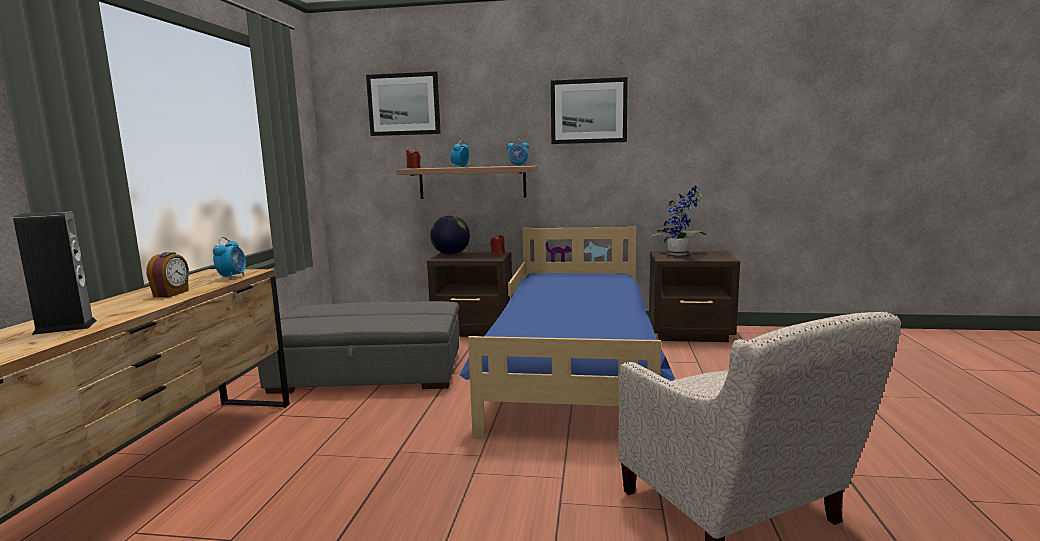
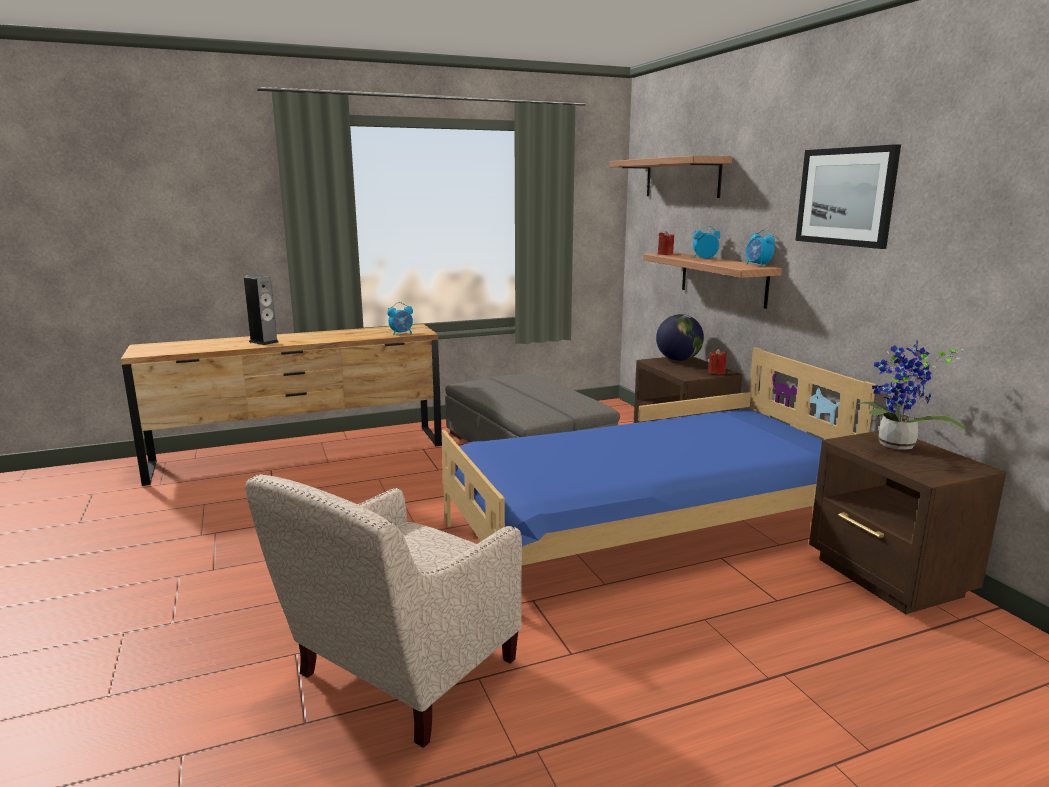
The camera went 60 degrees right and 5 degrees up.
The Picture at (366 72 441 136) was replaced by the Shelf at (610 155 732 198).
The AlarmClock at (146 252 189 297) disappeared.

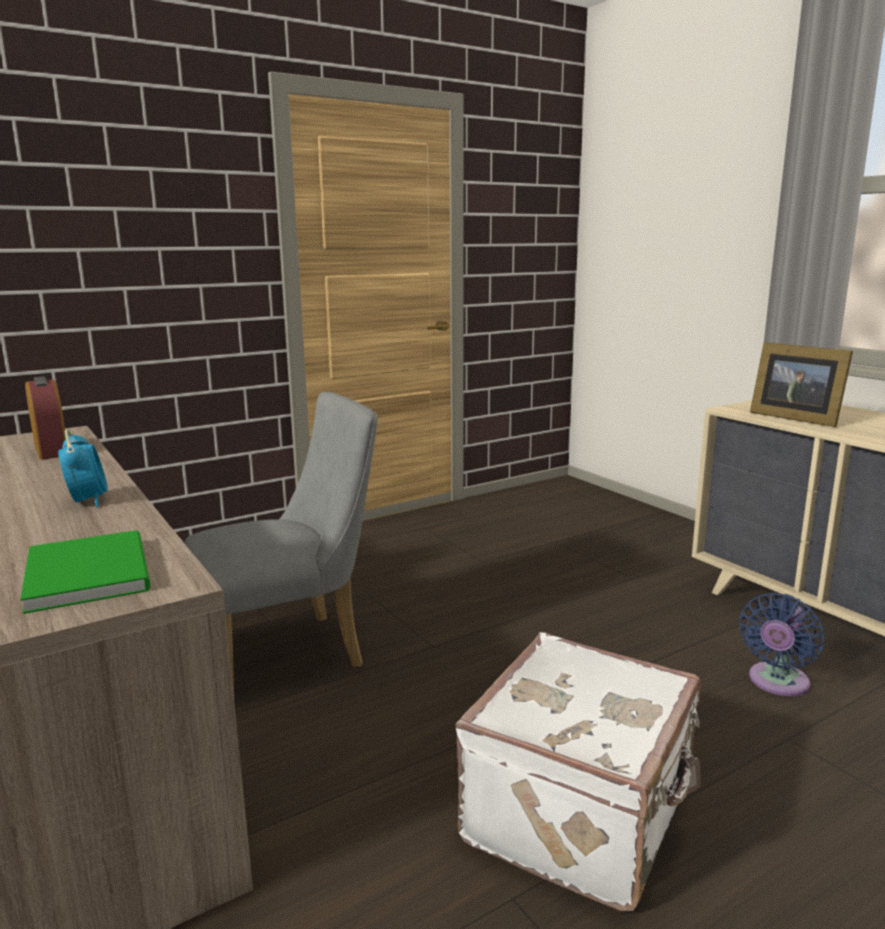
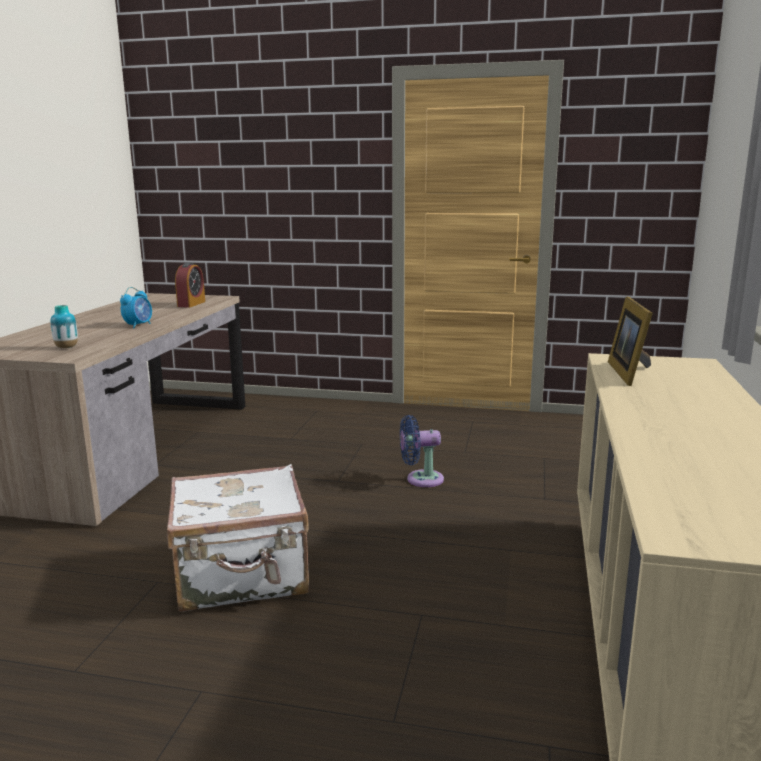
The camera went 45 degrees right and 0 degrees up.
The GreenBook at (20 530 150 614) was replaced by the Vase at (51 305 78 348).
The BlueFan moved from (739 593 824 696) to (400 415 444 487).
The GreyChair at (185 392 378 694) disappeared.

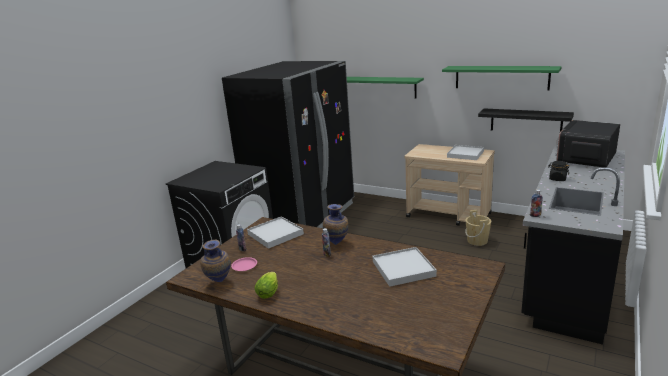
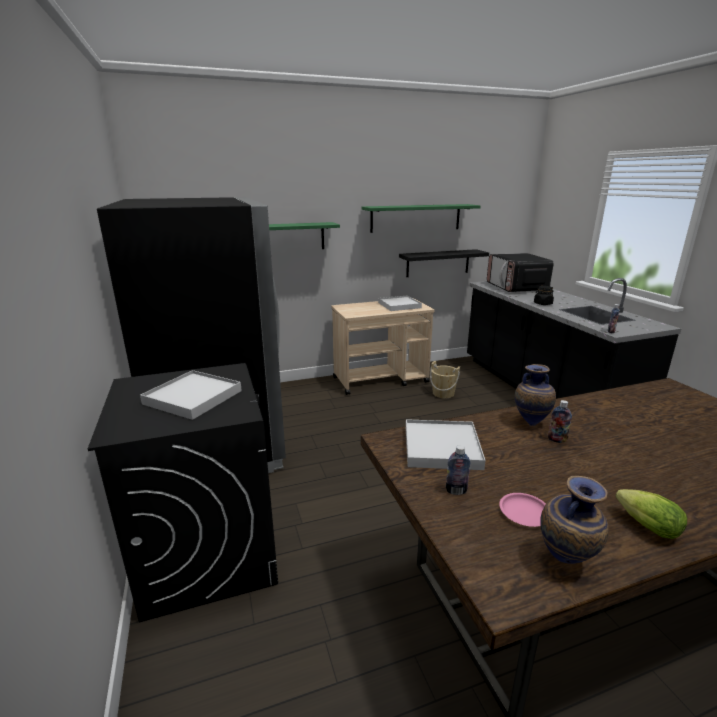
The camera went 50 degrees left and 0 degrees up.
The WhiteTray moved from (373 247 437 287) to (140 370 242 420).

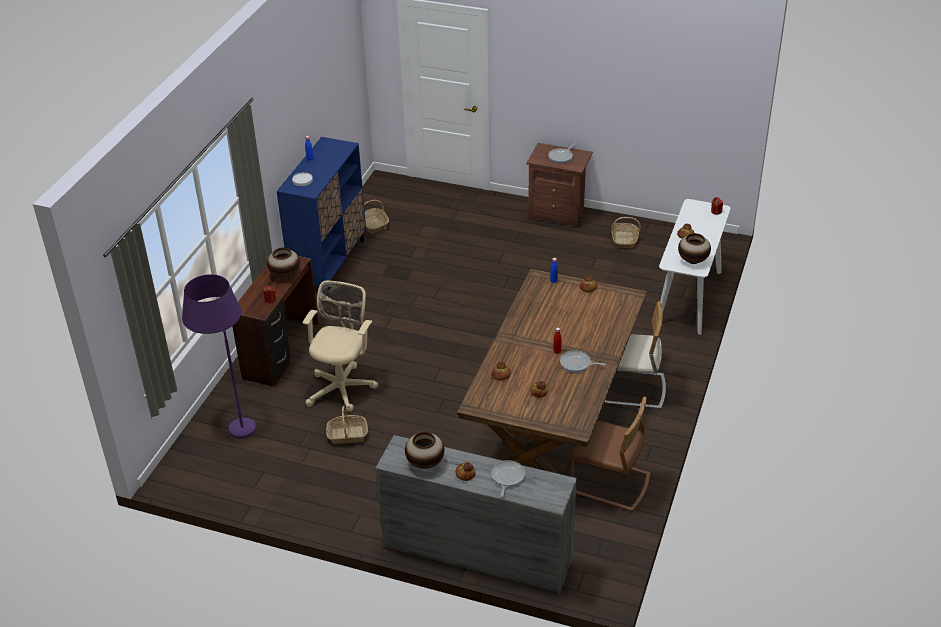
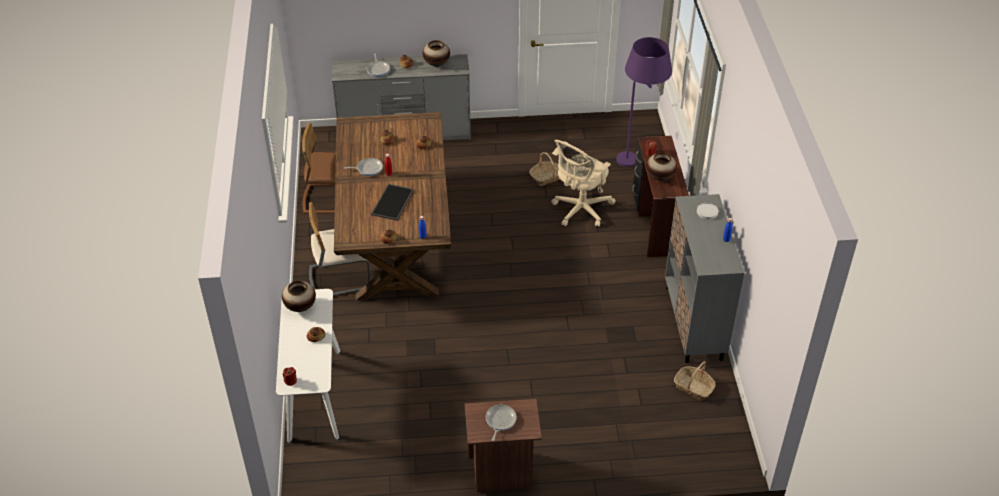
The camera went 155 degrees right and 5 degrees up.
The Tray at (371 184 414 221) appeared.
The BeigeOfficeChair at (302 281 378 412) turned 45 degrees clockwise.
The BlueCabinet at (277 137 366 286) became the GreyCabinet at (665 194 744 363).
The Basket at (611 217 641 248) disappeared.

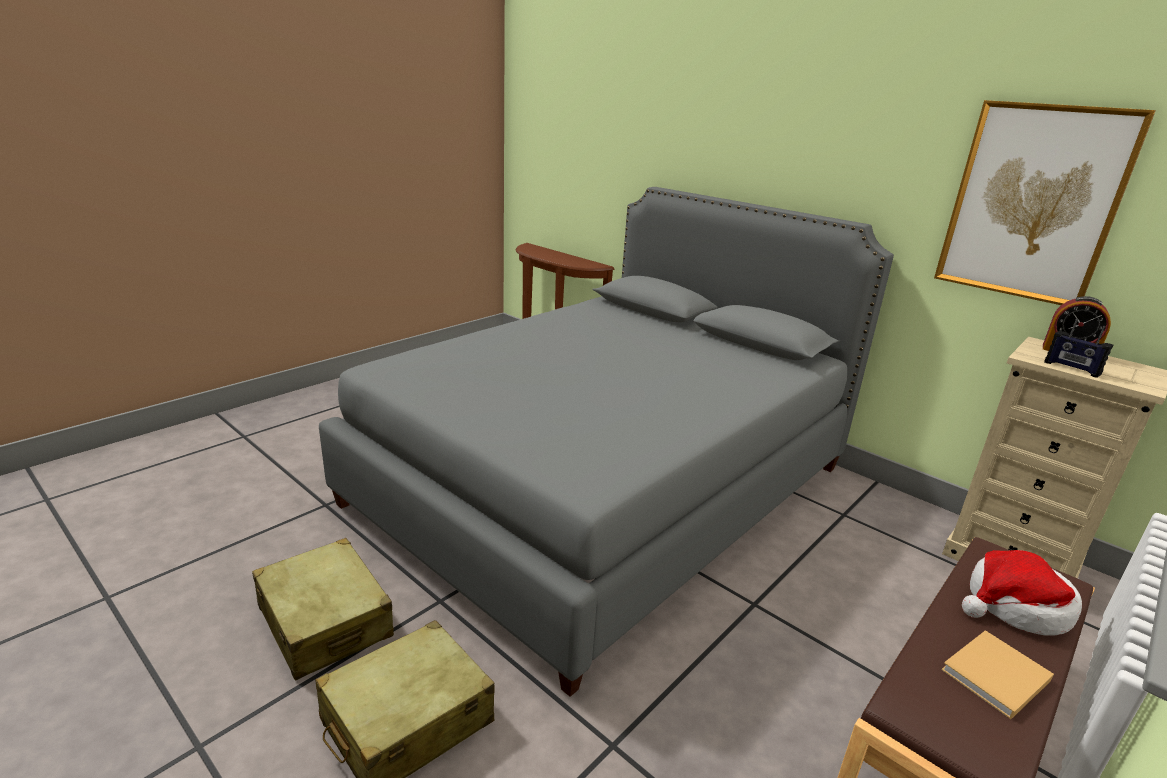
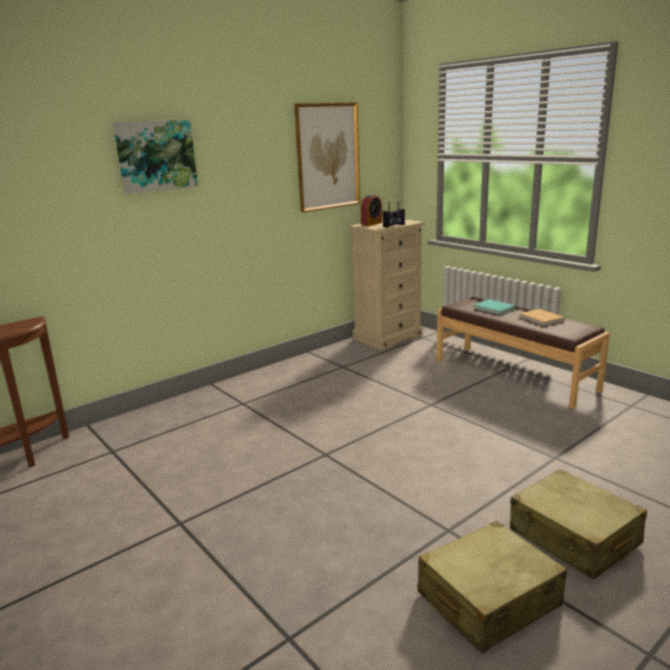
The camera went 80 degrees left and 5 degrees down.
The Picture at (113 120 198 194) appeared.
The Hat at (962 550 1082 636) was replaced by the TurquoiseBook at (473 299 515 315).
The GreyBed at (319 187 894 697) disappeared.

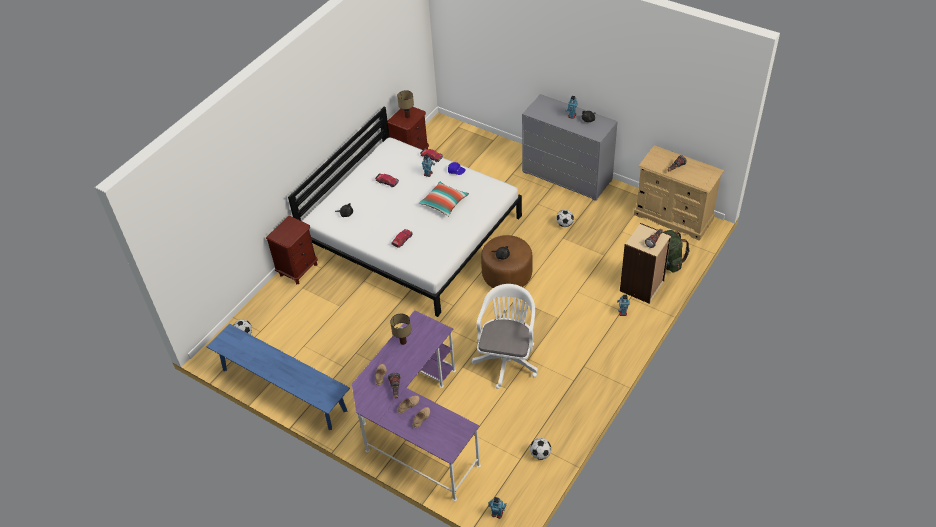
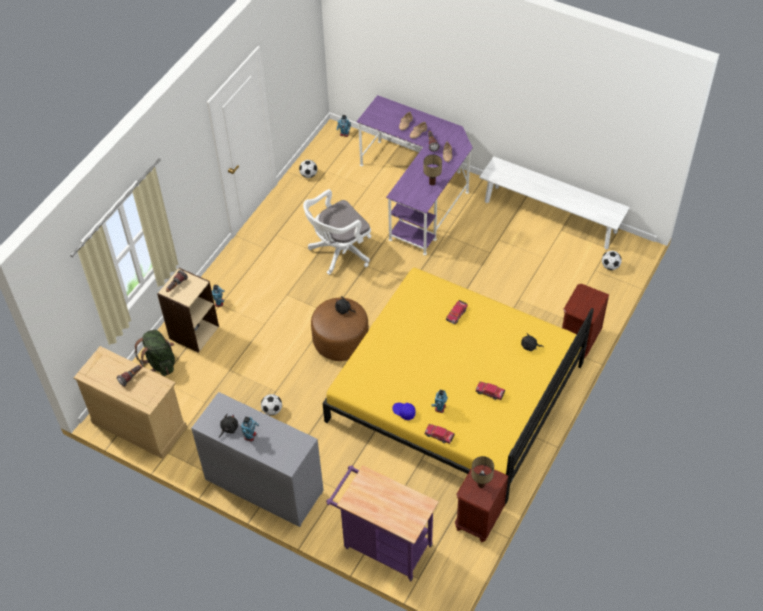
The camera went 175 degrees right and 5 degrees up.
The WhiteOfficeChair at (472 284 538 389) turned 45 degrees clockwise.
The WhiteBed at (288 107 522 317) became the YellowBed at (323 268 594 507).
The PurpleCart at (326 465 439 581) appeared.
The BlueBench at (206 324 350 430) became the WhiteBench at (479 156 630 249).
The Pillow at (419 182 469 216) disappeared.

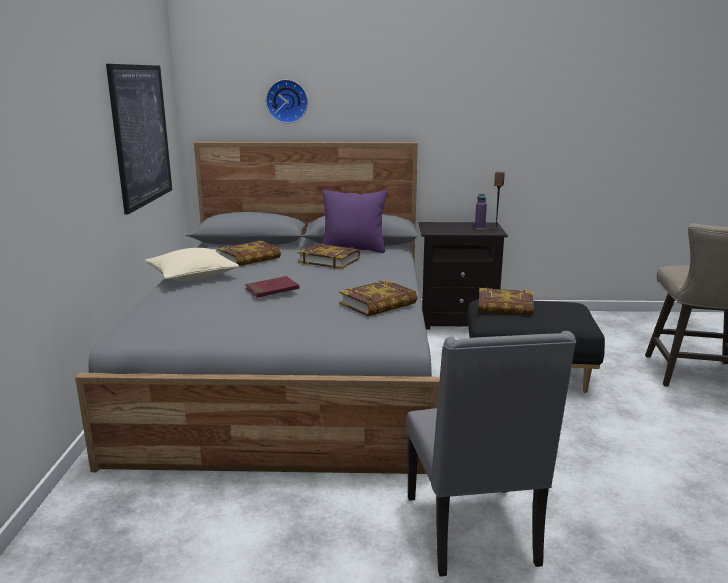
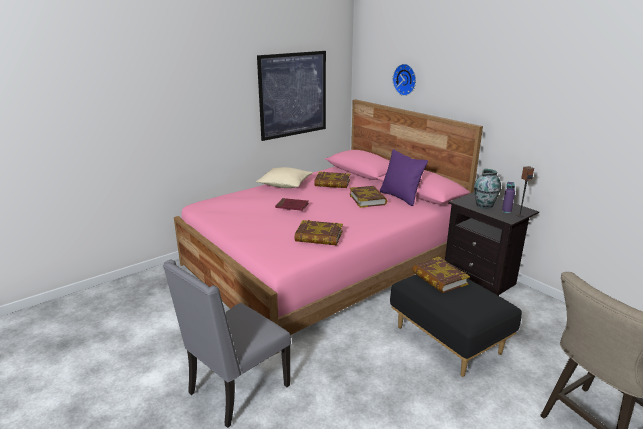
The camera went 50 degrees right and 5 degrees up.
The GreyBed at (75 142 439 474) became the PinkBed at (174 99 483 355).
The Vase at (474 169 501 209) appeared.

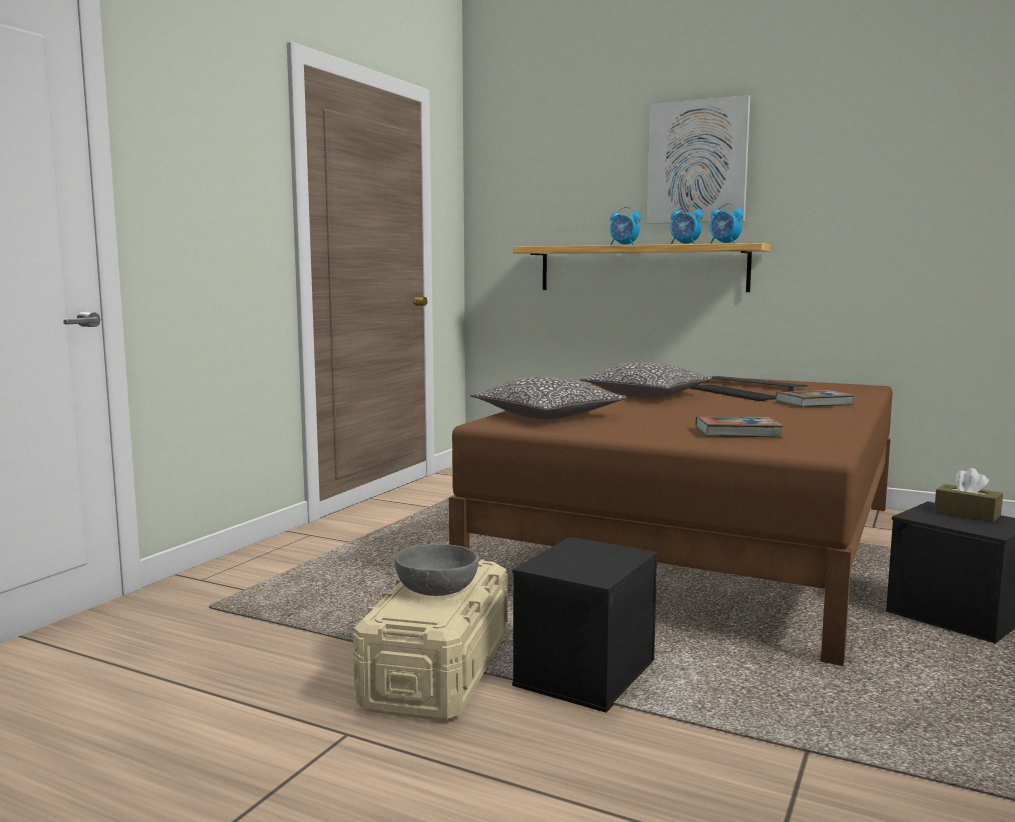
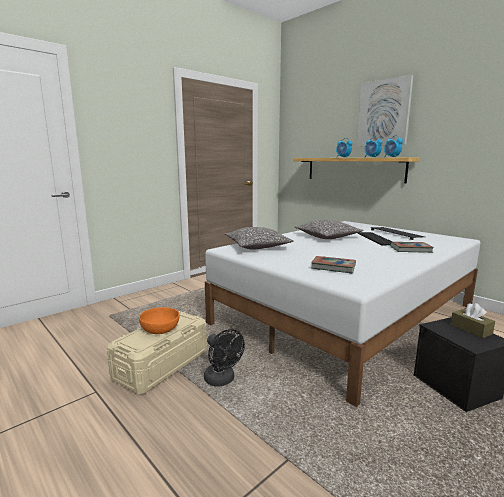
The camera went 20 degrees right and 5 degrees up.
The GreyBowl at (395 544 479 596) became the OrangeBowl at (139 307 180 334).
The BlackStorageBox at (512 537 658 712) was replaced by the BlackFan at (204 329 245 387).
The BrownBed at (449 378 893 666) became the WhiteBed at (205 221 480 407).

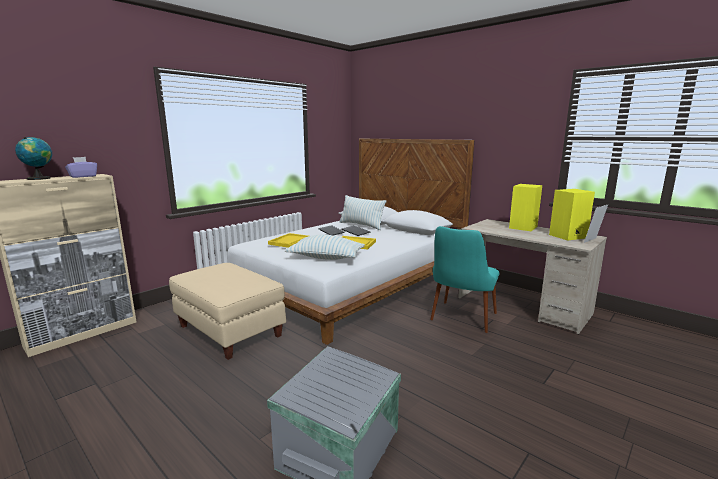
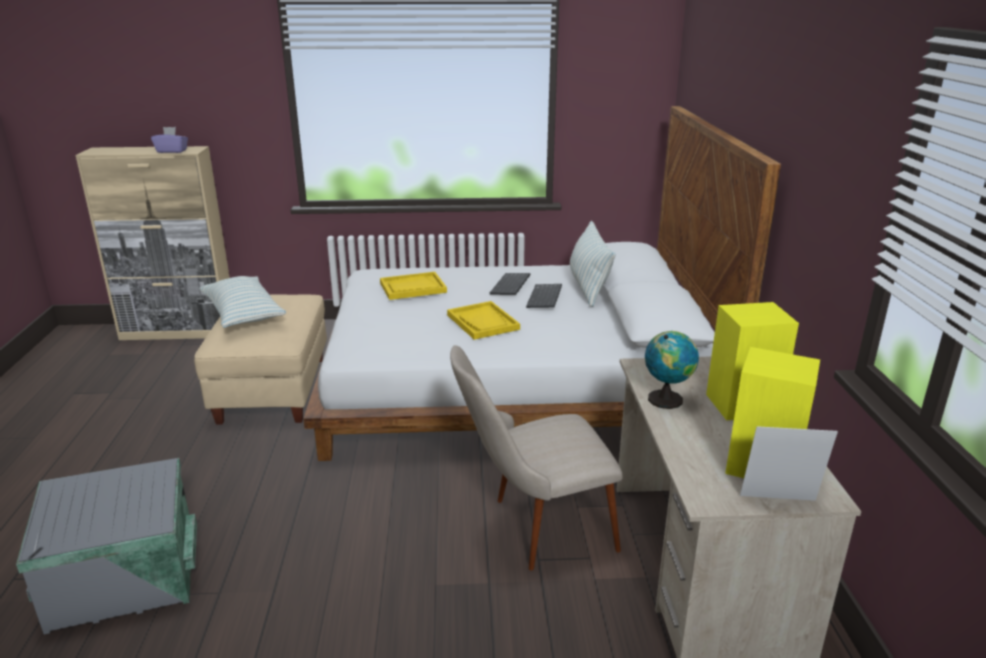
The camera went 45 degrees right and 10 degrees up.
The Pillow moved from (285 235 365 260) to (199 276 286 328).
The TurquoiseChair at (430 226 499 333) became the BeigeChair at (450 345 623 571).
The Globe moved from (15 137 52 180) to (645 331 699 409).

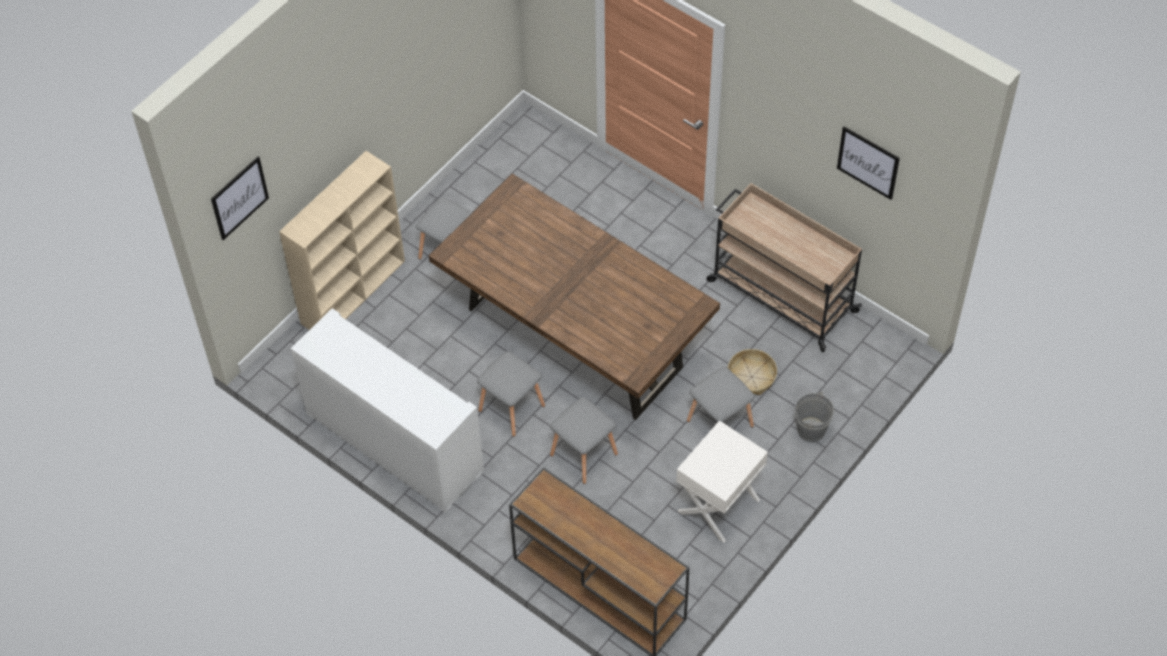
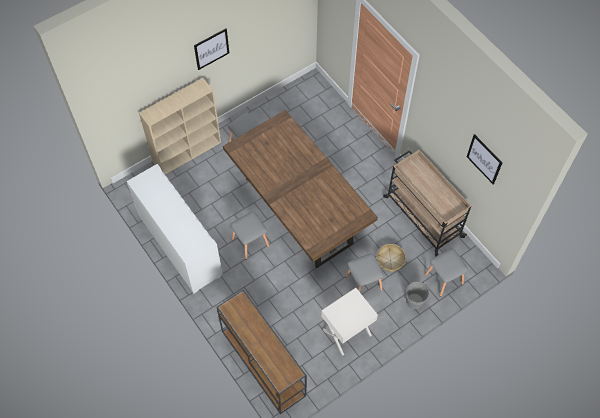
The camera went 15 degrees right and 5 degrees up.
The Picture moved from (211 156 269 240) to (194 28 229 70).
The GreyStool moved from (550 397 618 484) to (425 249 468 297).

